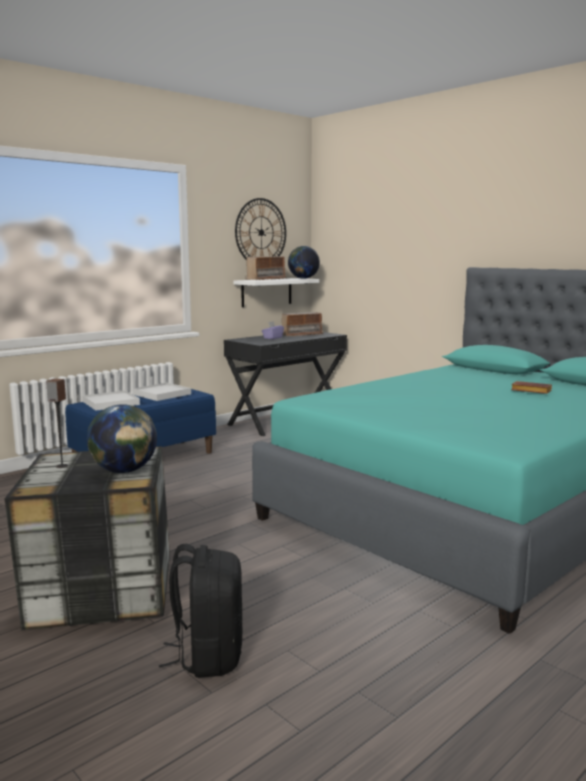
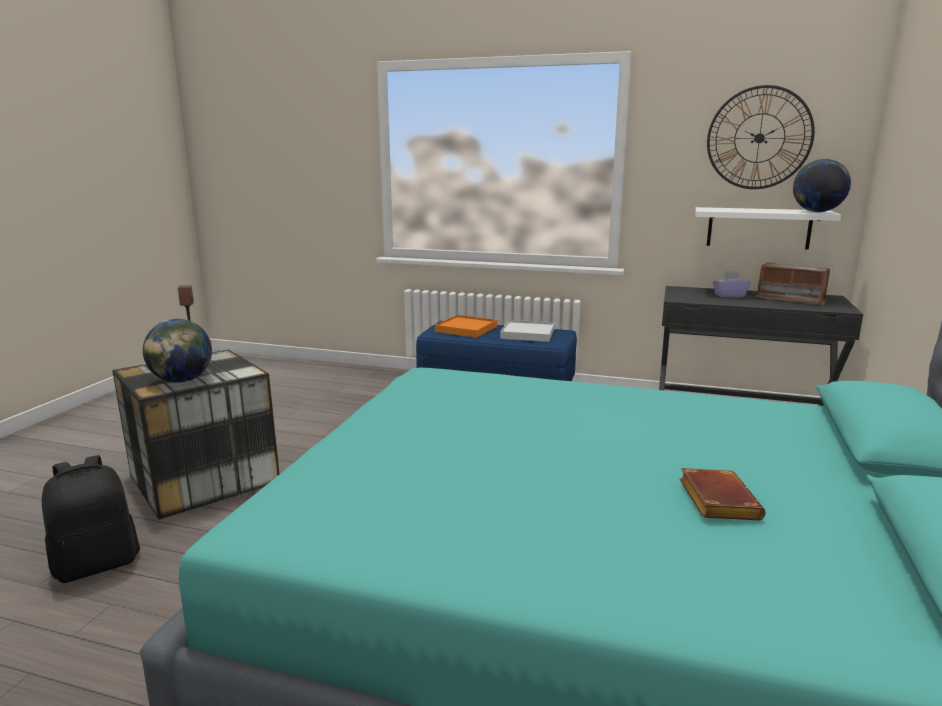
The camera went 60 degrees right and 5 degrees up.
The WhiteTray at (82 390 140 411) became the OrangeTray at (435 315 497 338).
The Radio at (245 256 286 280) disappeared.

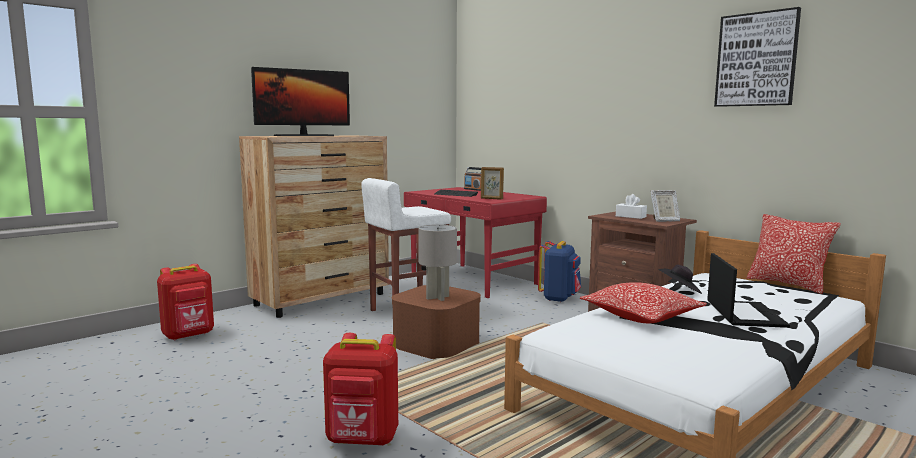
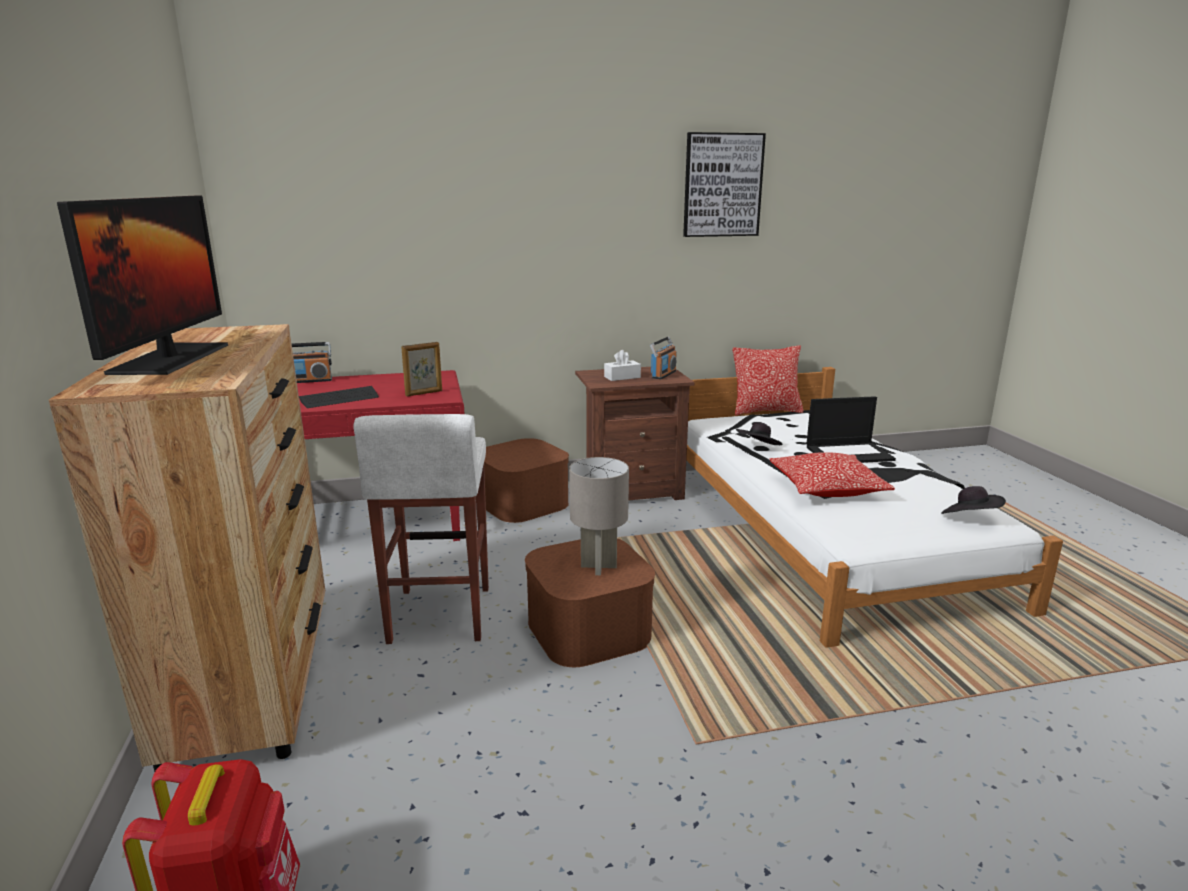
The camera went 60 degrees left and 10 degrees up.
The BlueBackpack at (538 241 581 302) was replaced by the BrownStorageBox at (484 438 569 523).
The PictureFrame at (650 190 680 222) was replaced by the Radio at (650 336 677 379).
The Laptop at (707 253 790 328) turned 135 degrees clockwise.
The BlackHat at (941 486 1006 514) appeared.
The RedBackpack at (323 333 398 446) disappeared.

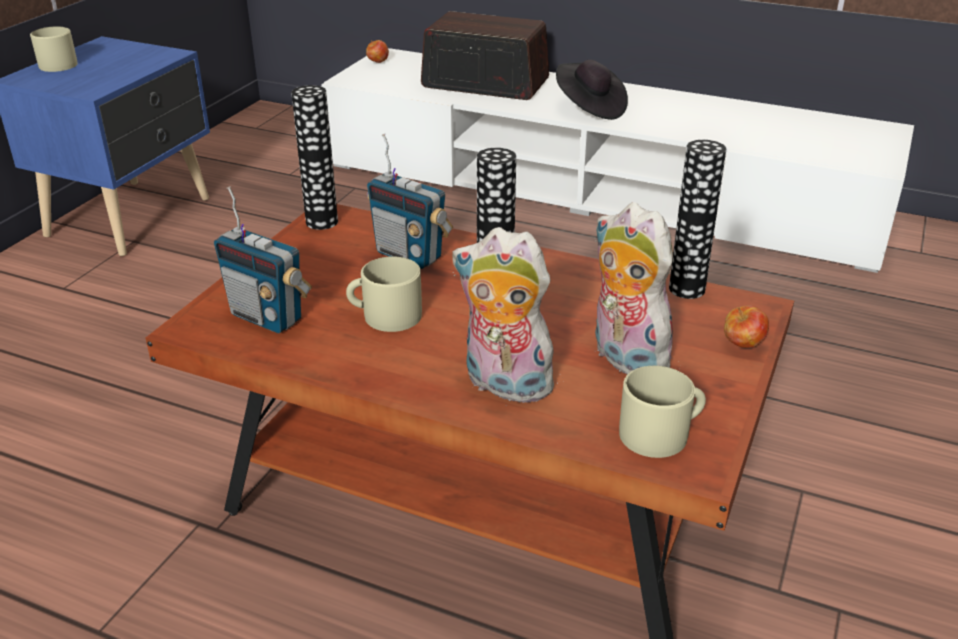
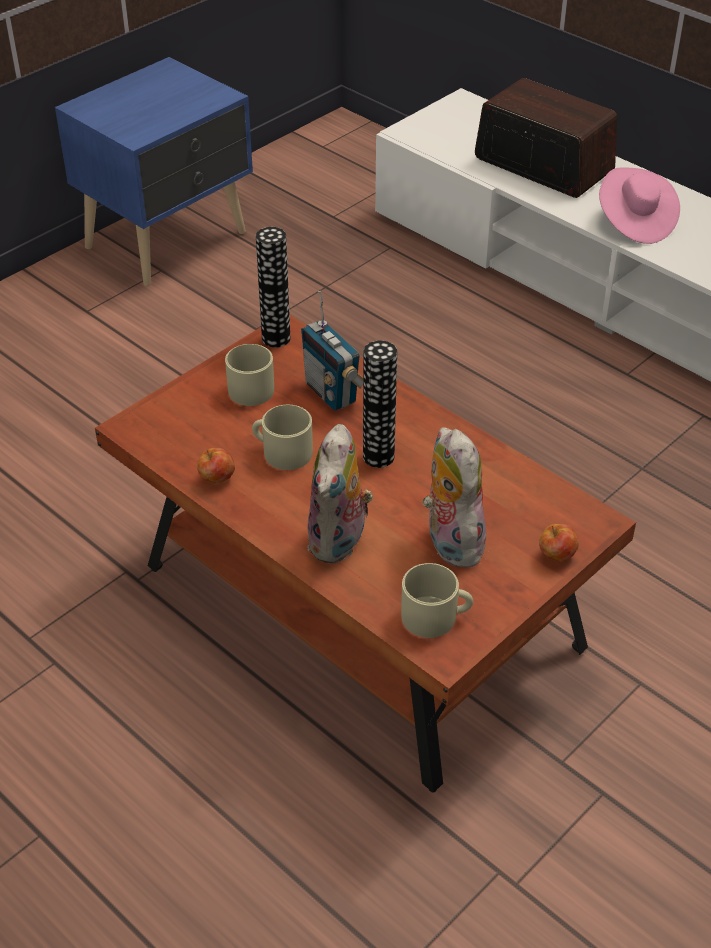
The camera went 20 degrees right and 10 degrees up.
The Apple moved from (366 40 389 63) to (197 448 235 483).
The BeigeMug moved from (30 26 78 72) to (225 344 274 406).
The PlushToy at (452 227 558 406) turned 120 degrees counterclockwise.
The BlackHat at (556 60 628 120) became the PinkHat at (599 168 680 244).
The Radio at (214 186 312 334) disappeared.
The Vase at (669 140 726 299) disappeared.

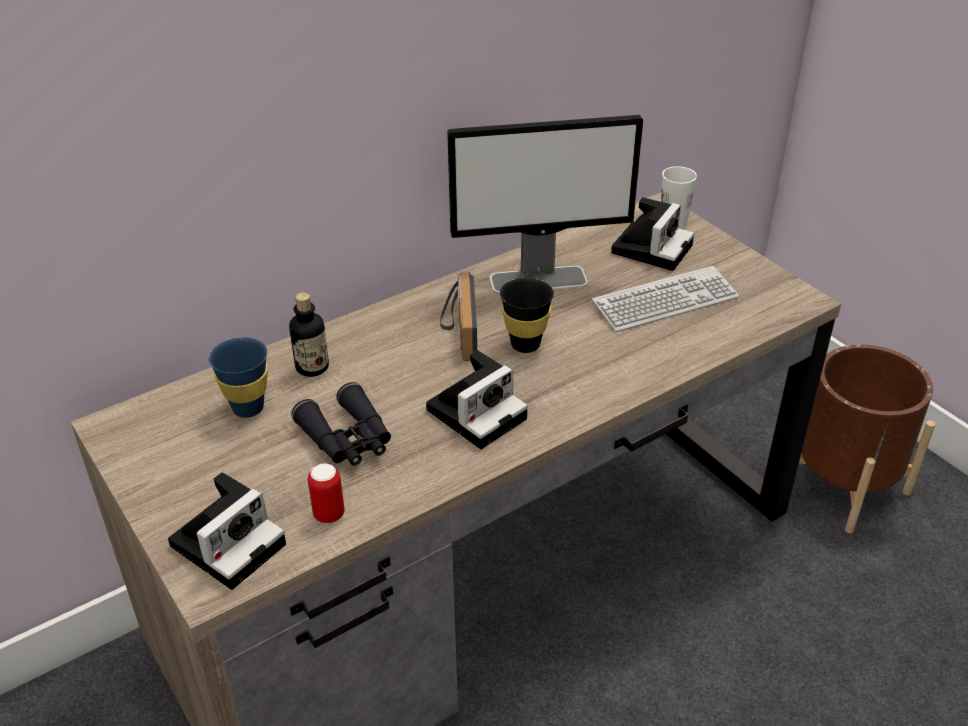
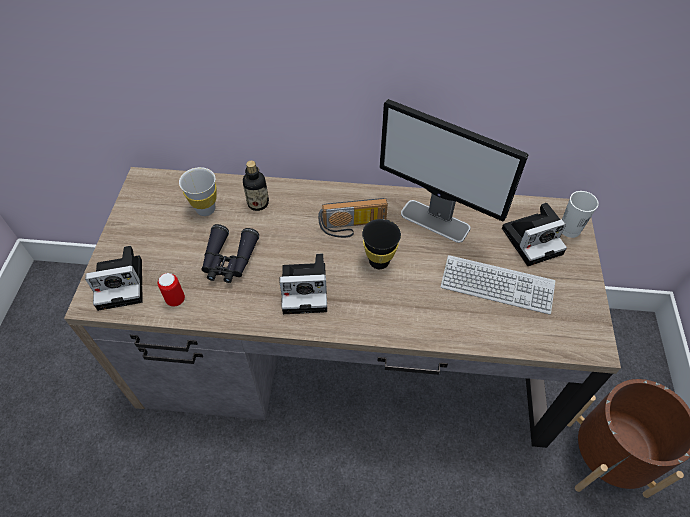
The camera went 40 degrees right and 15 degrees up.
The BlueCup at (209 337 268 418) became the WhiteCup at (179 167 216 216).
The Radio at (440 273 477 361) turned 135 degrees counterclockwise.

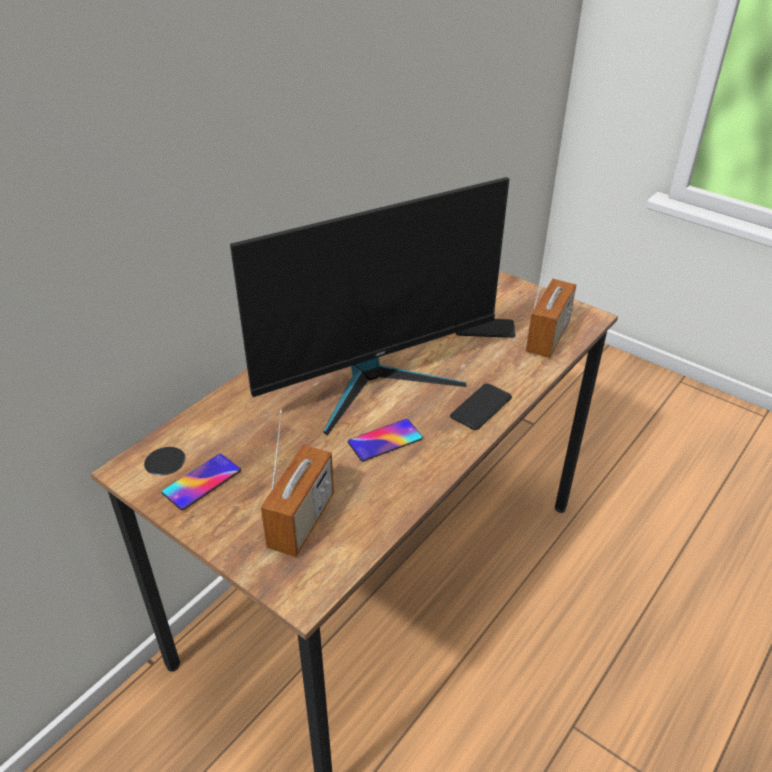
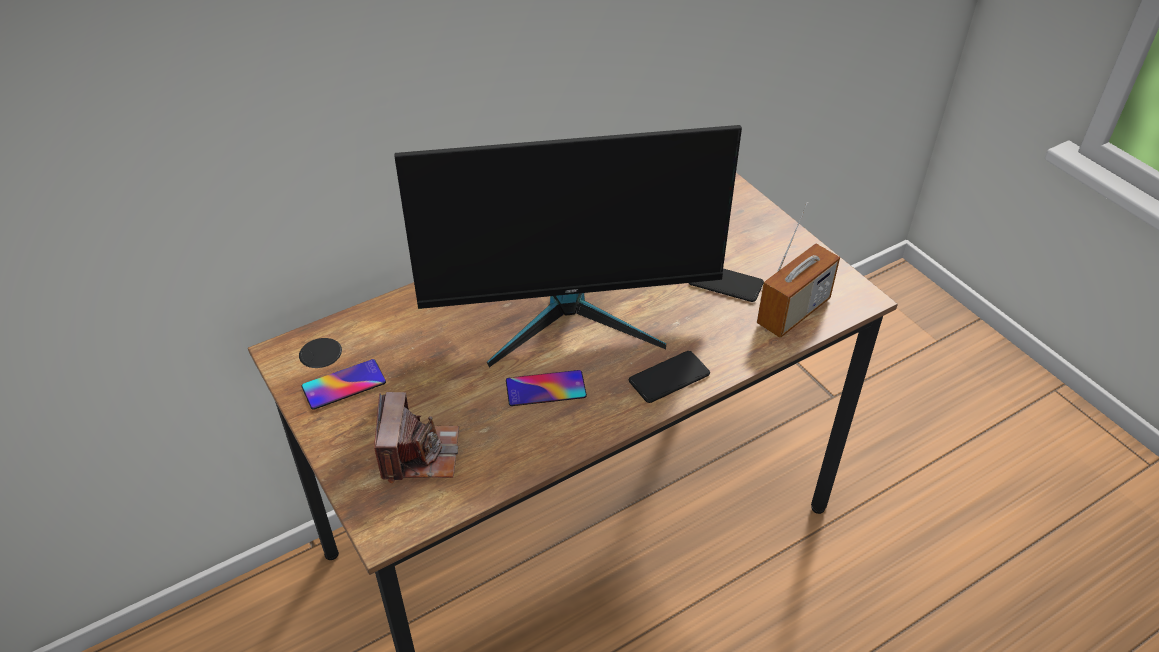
The camera went 20 degrees right and 5 degrees up.
The Radio at (261 409 334 557) was replaced by the PhotoCamera at (374 392 459 483).

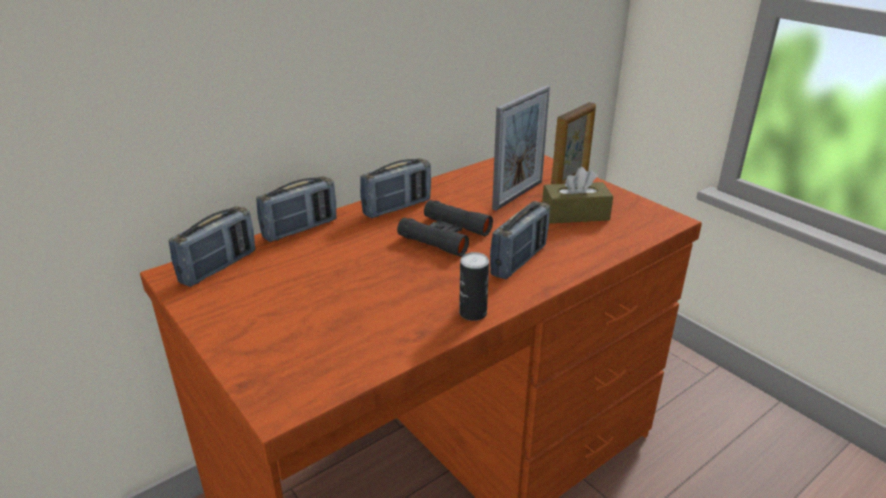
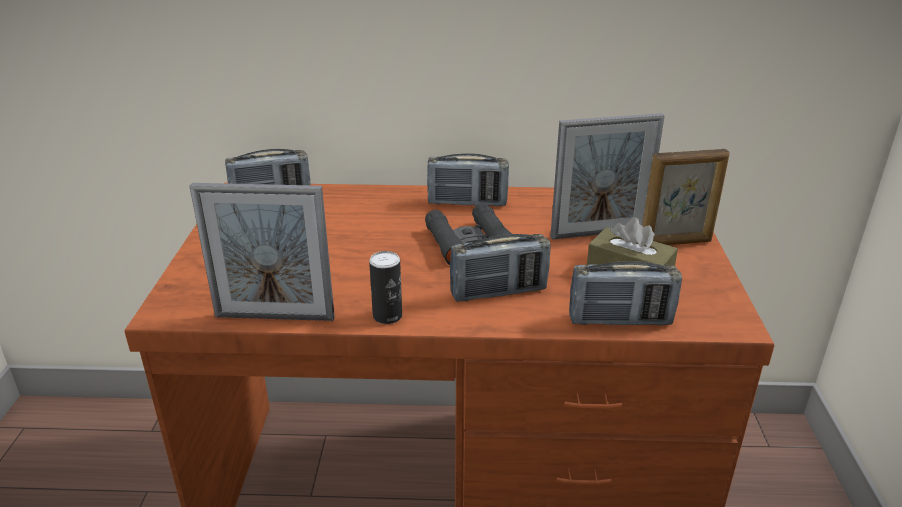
The camera went 40 degrees right and 0 degrees up.
The PictureFrame at (189 183 335 321) appeared.
The Radio moved from (256 176 337 242) to (569 261 682 326).

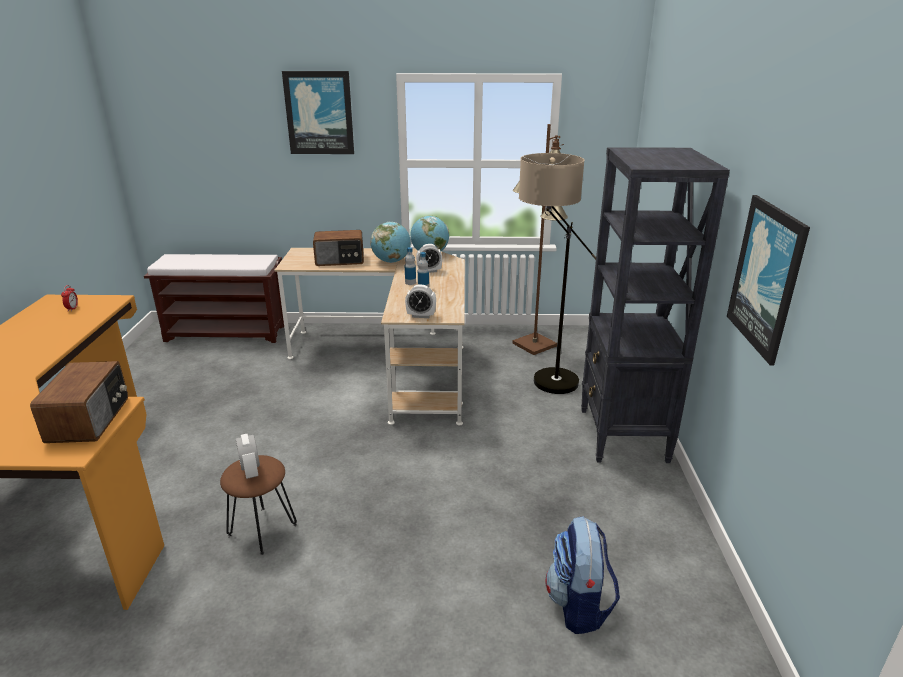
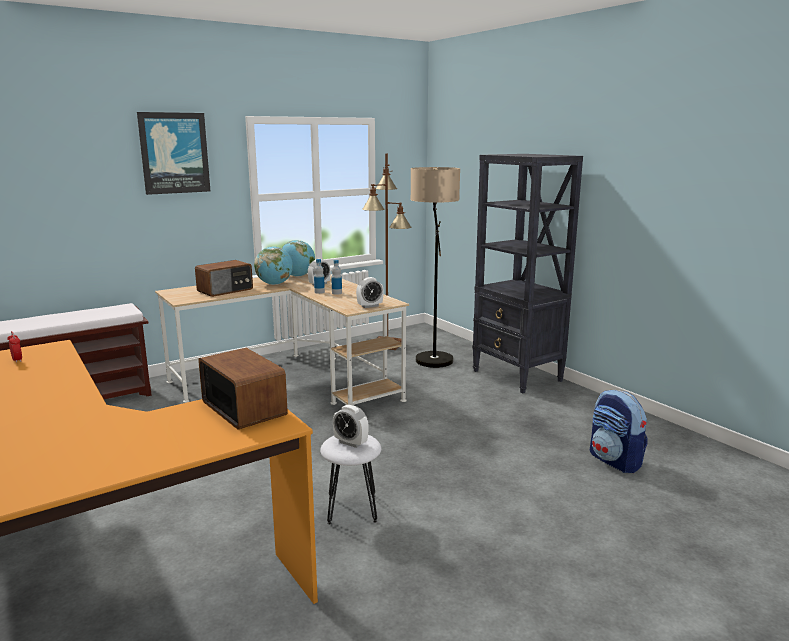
The camera went 35 degrees left and 10 degrees down.
The BrownStool at (220 455 297 555) became the WhiteStool at (320 435 381 525).
The Picture at (727 195 810 365) disappeared.

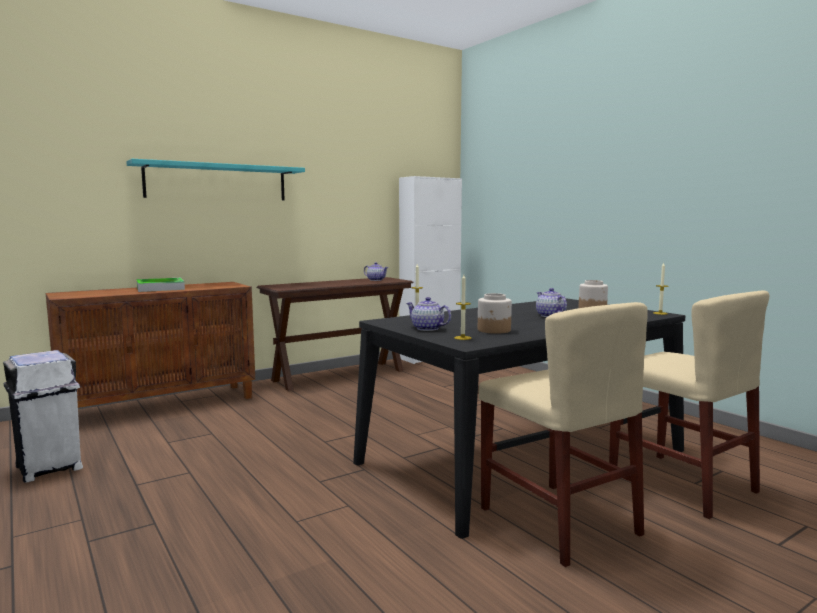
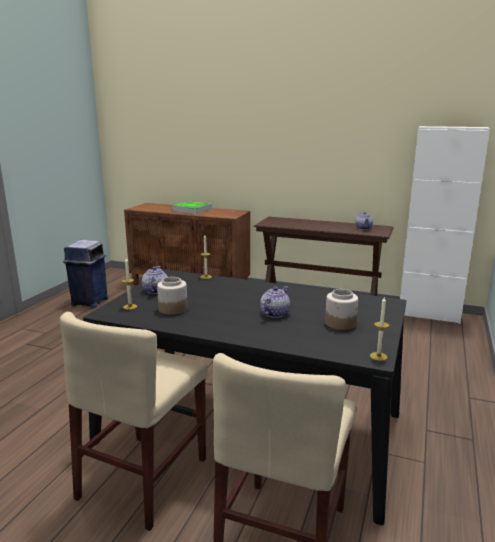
The camera went 55 degrees right and 10 degrees up.
The WhiteTrashCan at (3 350 83 483) became the BlueTrashCan at (63 240 108 308).
The TurquoiseShelf at (126 159 305 200) disappeared.

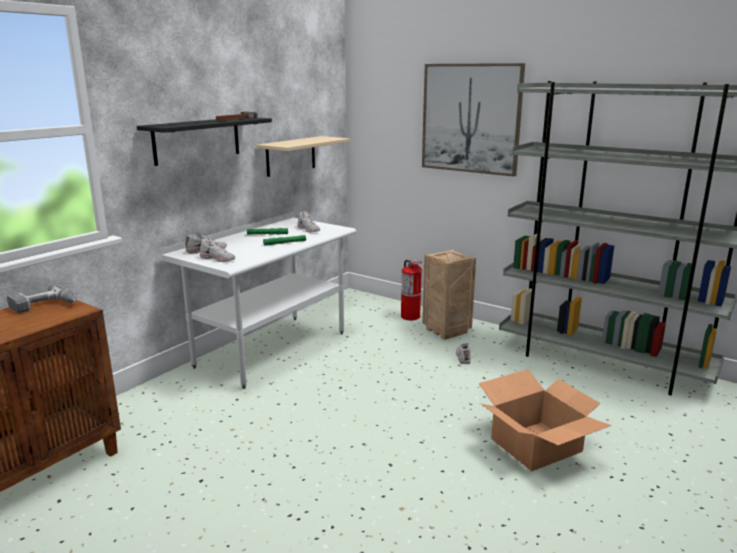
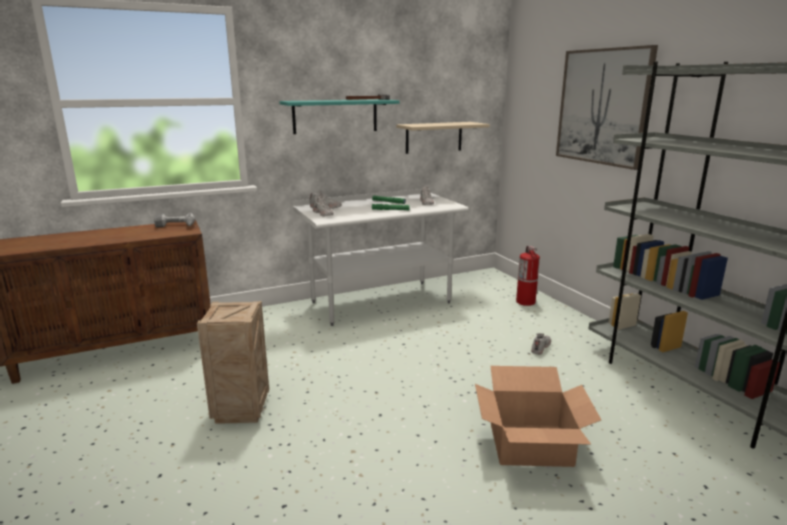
The camera went 30 degrees right and 0 degrees up.
The Crate moved from (422 249 476 340) to (197 301 269 424).
The BlackShelf at (137 118 272 166) became the TurquoiseShelf at (279 100 400 134).

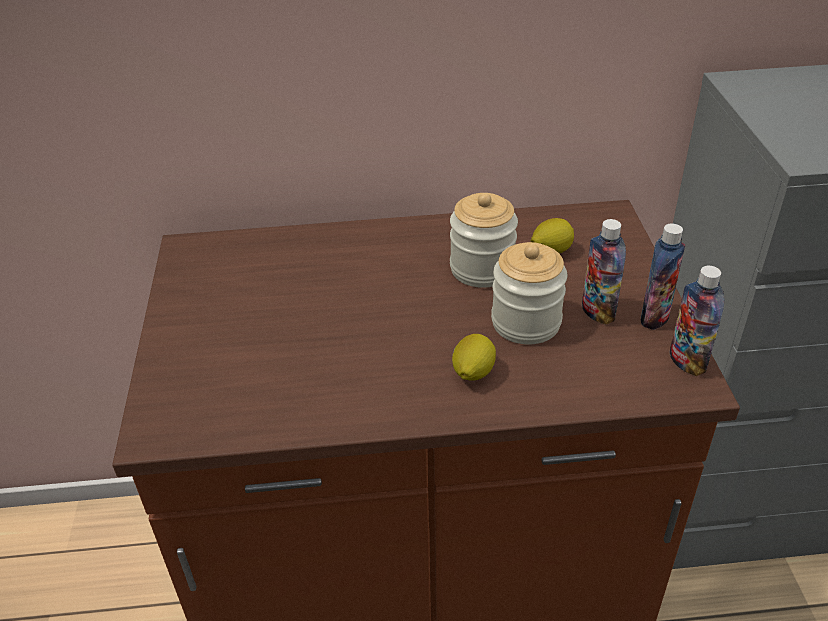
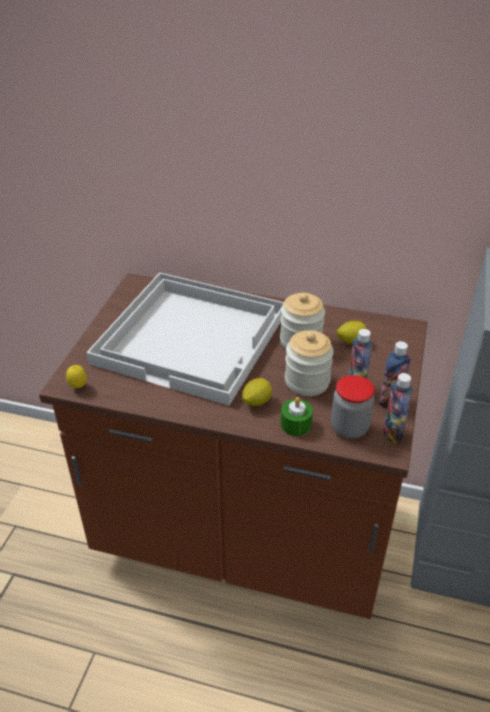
The camera went 20 degrees right and 0 degrees up.
The Lemon at (66 365 87 389) appeared.
The WhiteTray at (86 272 284 406) appeared.
The GreenCandle at (280 397 313 436) appeared.
The Jar at (331 375 375 439) appeared.

